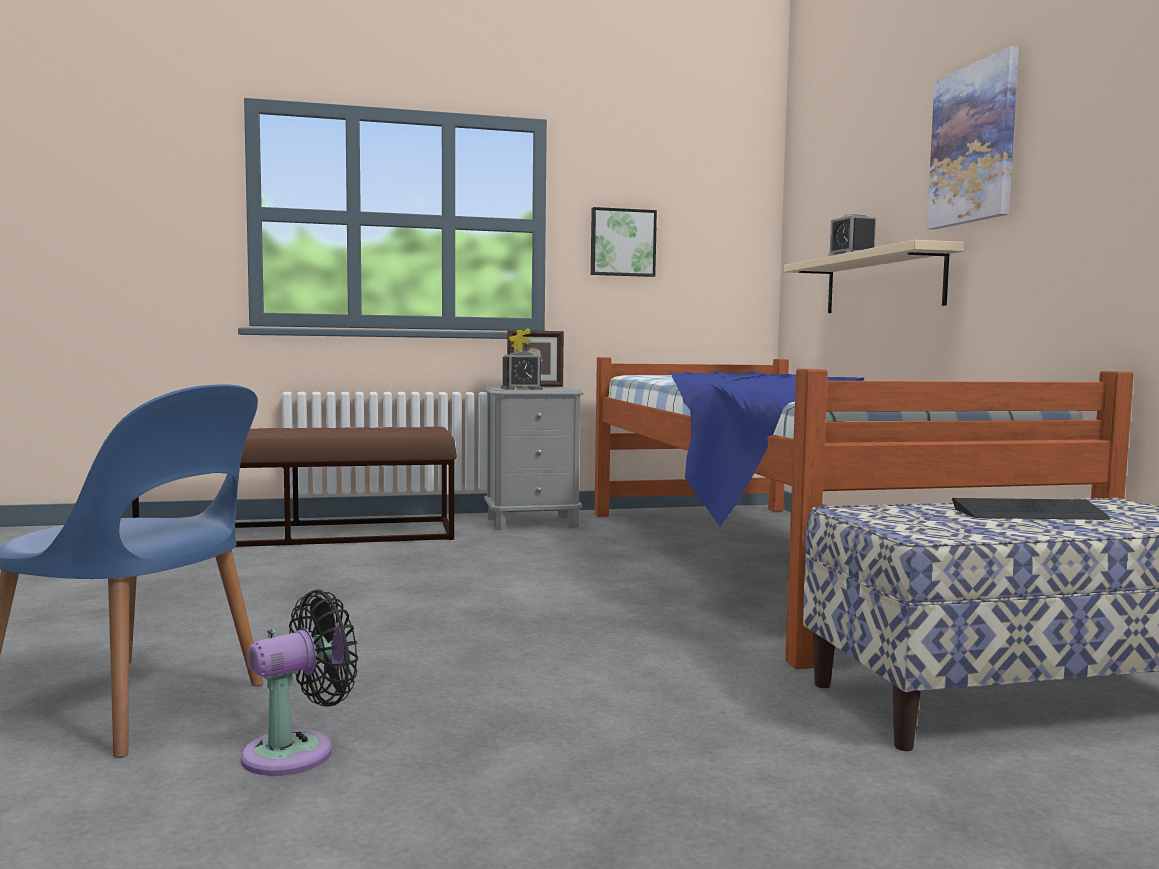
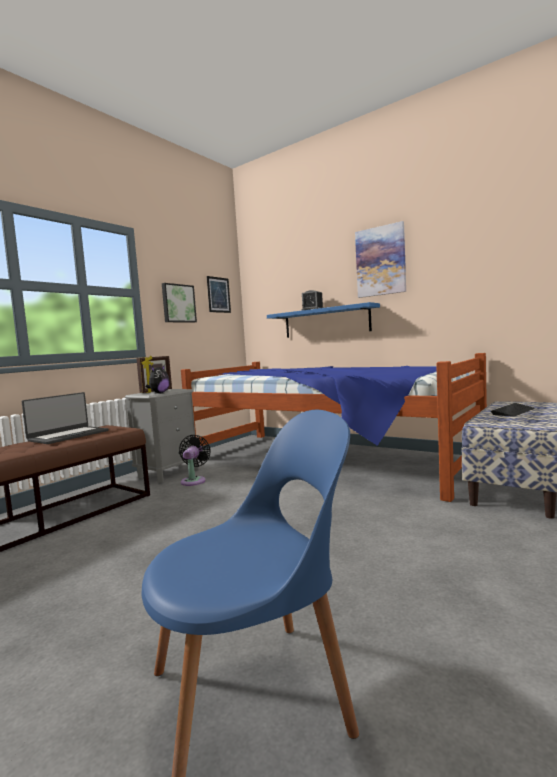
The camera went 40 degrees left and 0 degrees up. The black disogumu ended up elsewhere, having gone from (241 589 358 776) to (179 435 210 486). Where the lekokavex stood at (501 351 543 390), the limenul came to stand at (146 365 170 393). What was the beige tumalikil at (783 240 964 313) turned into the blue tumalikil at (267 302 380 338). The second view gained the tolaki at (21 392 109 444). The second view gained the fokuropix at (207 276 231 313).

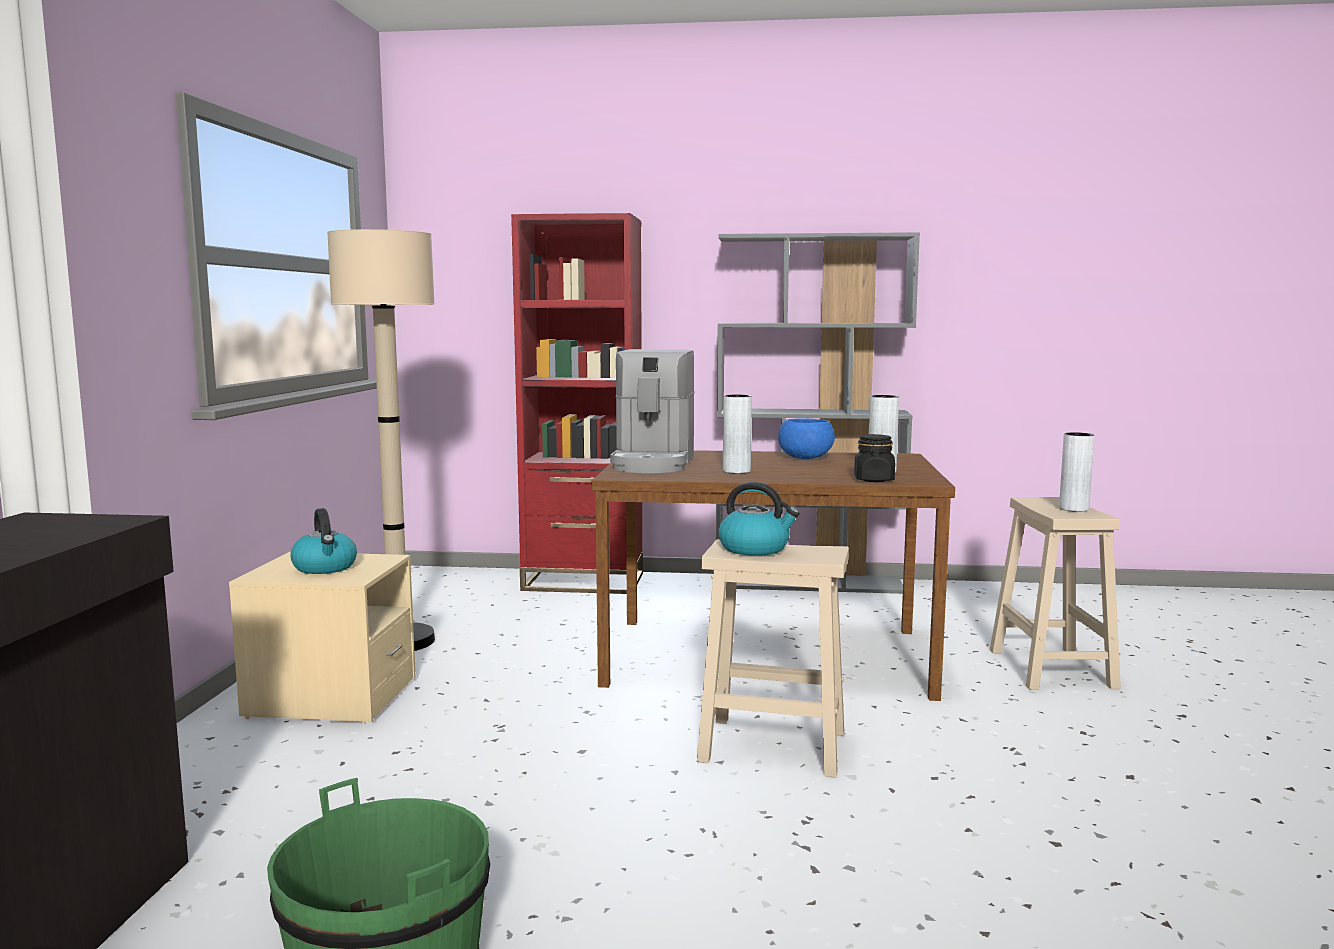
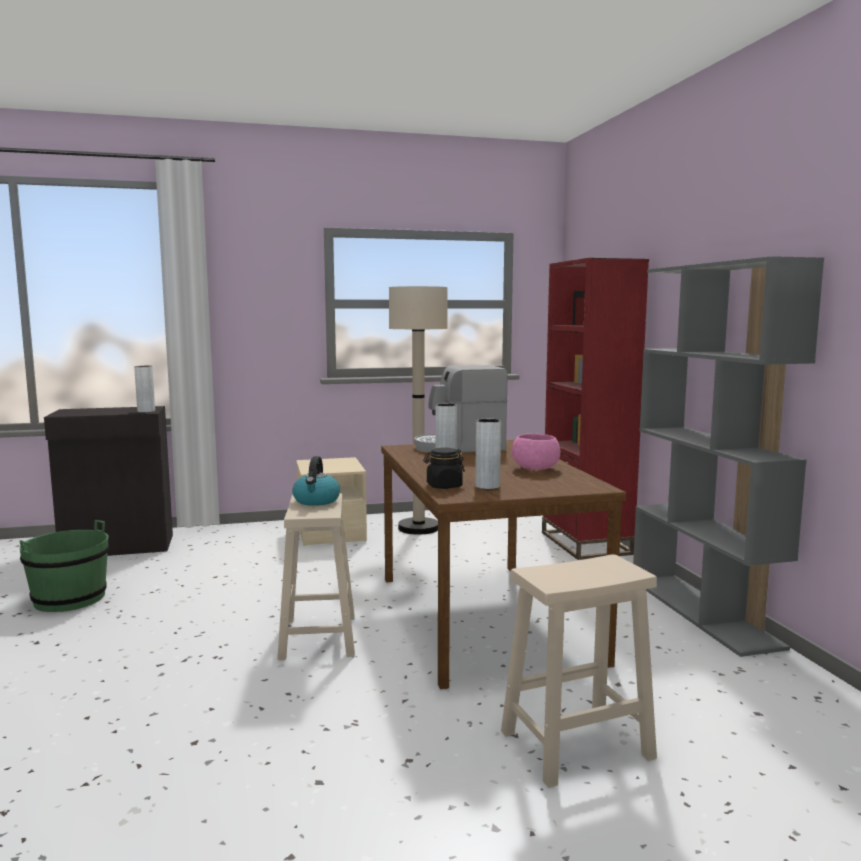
The camera went 70 degrees right and 0 degrees up. The second view lost the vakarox at (290 508 357 574). What was the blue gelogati at (778 418 835 459) turned into the pink gelogati at (512 433 561 470). The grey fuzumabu ended up elsewhere, having gone from (1059 432 1094 512) to (134 366 155 413).

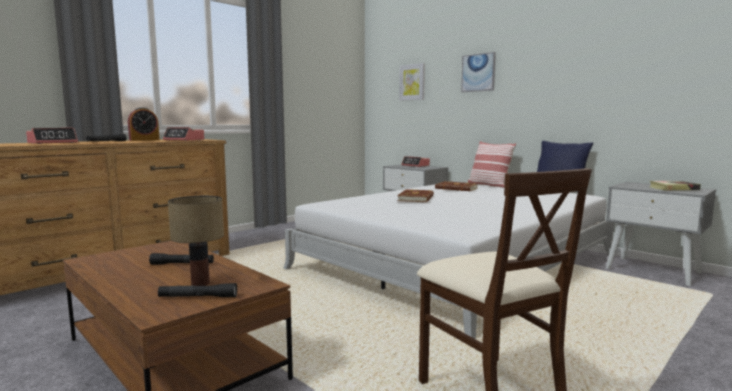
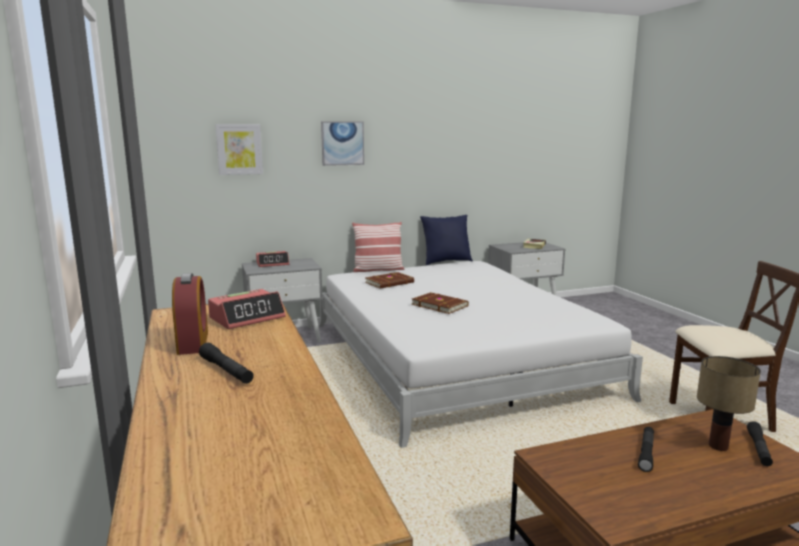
The camera went 65 degrees left and 5 degrees up. The second view lost the lekokavex at (26 128 78 144).

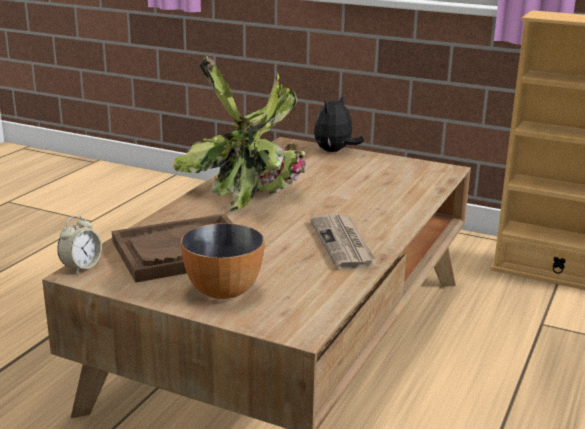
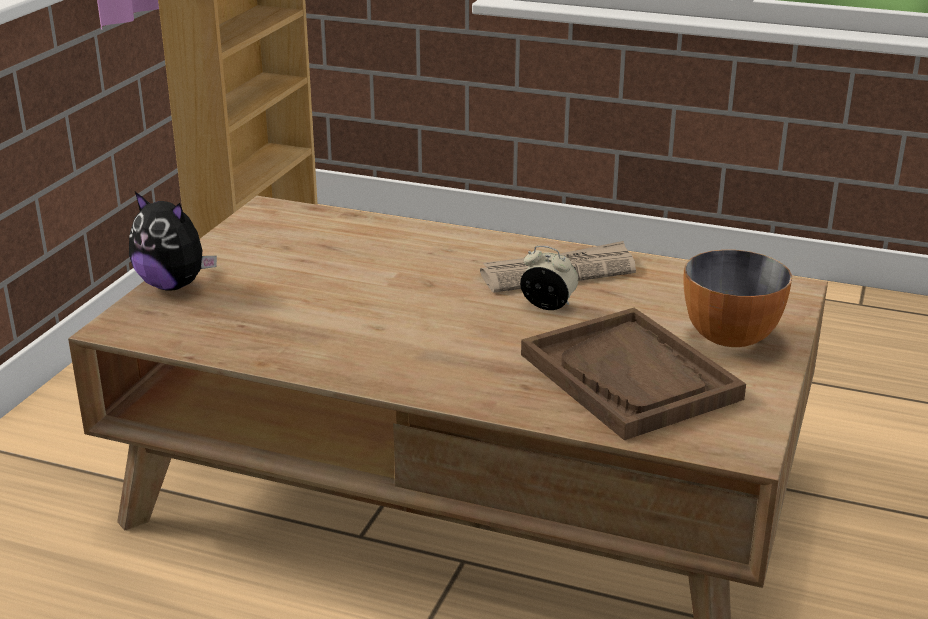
The camera went 95 degrees left and 5 degrees up. The lekokavex ended up elsewhere, having gone from (57 215 102 274) to (520 246 578 310). The second view lost the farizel at (173 56 306 211).

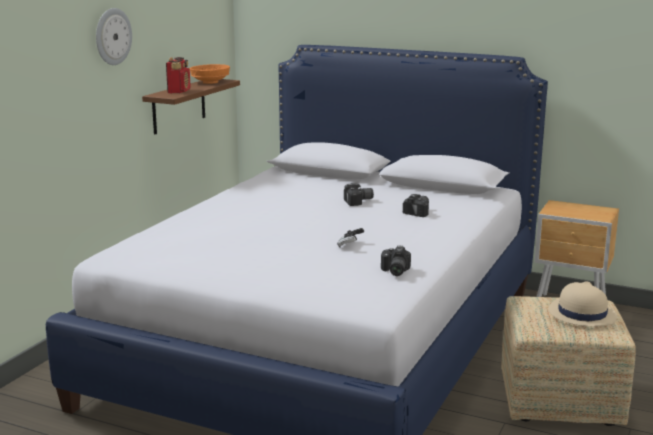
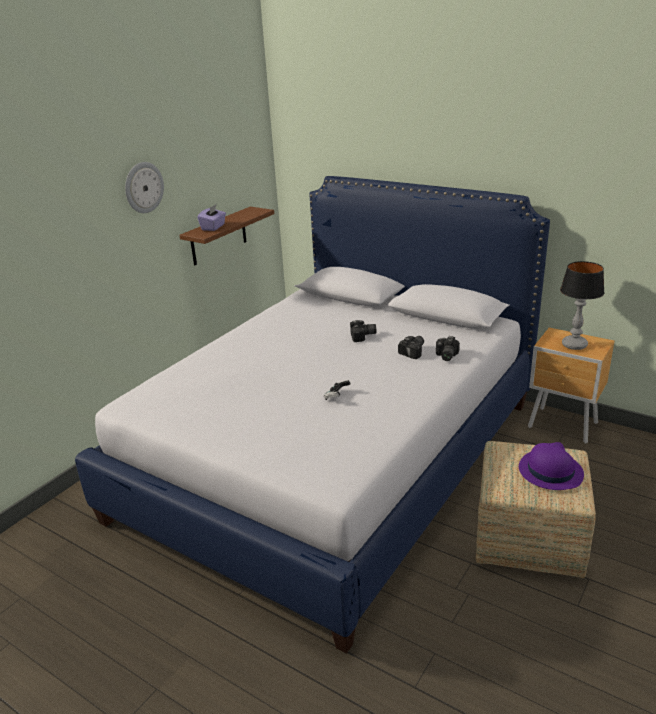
The camera went 10 degrees right and 10 degrees up. Where the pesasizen stood at (166 57 191 93), the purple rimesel came to stand at (197 205 226 231). The second view lost the orange gelogati at (190 64 230 84). The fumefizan ended up elsewhere, having gone from (381 246 411 276) to (436 336 460 361). What was the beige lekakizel at (549 281 617 326) turned into the purple lekakizel at (519 442 584 490). The second view gained the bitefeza at (560 261 605 350).

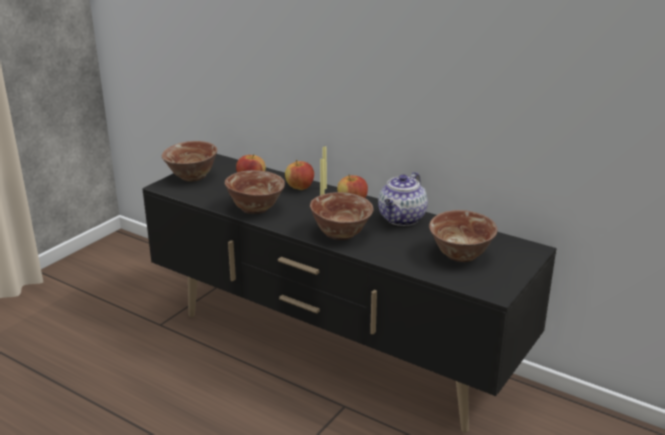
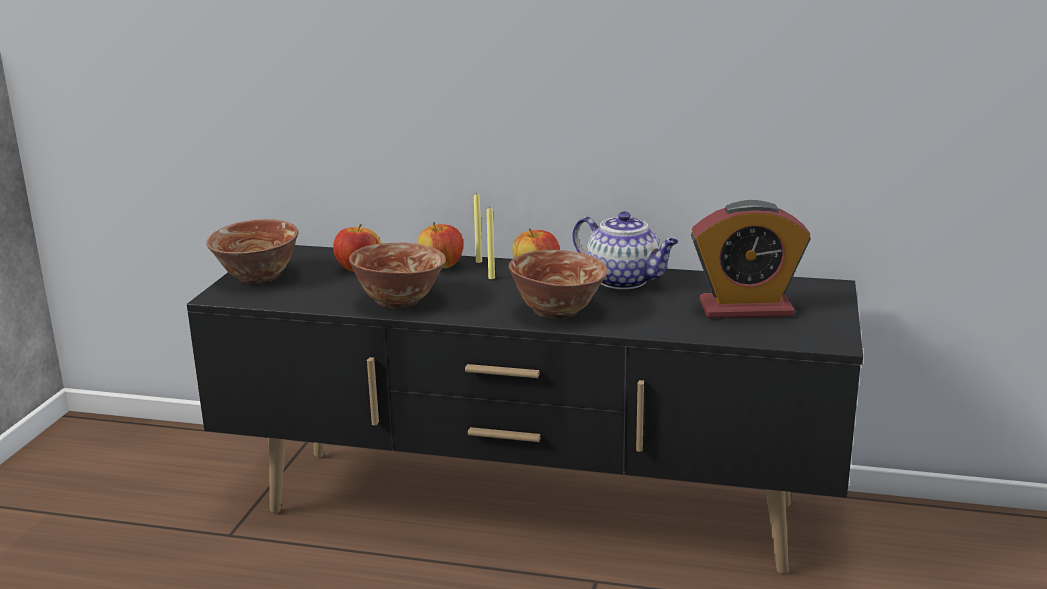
The camera went 20 degrees left and 5 degrees down. The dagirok at (378 172 428 226) ended up facing another way, 60 degrees counterclockwise from before. Where the gelogati stood at (429 210 498 262), the lekokavex came to stand at (691 200 811 318).

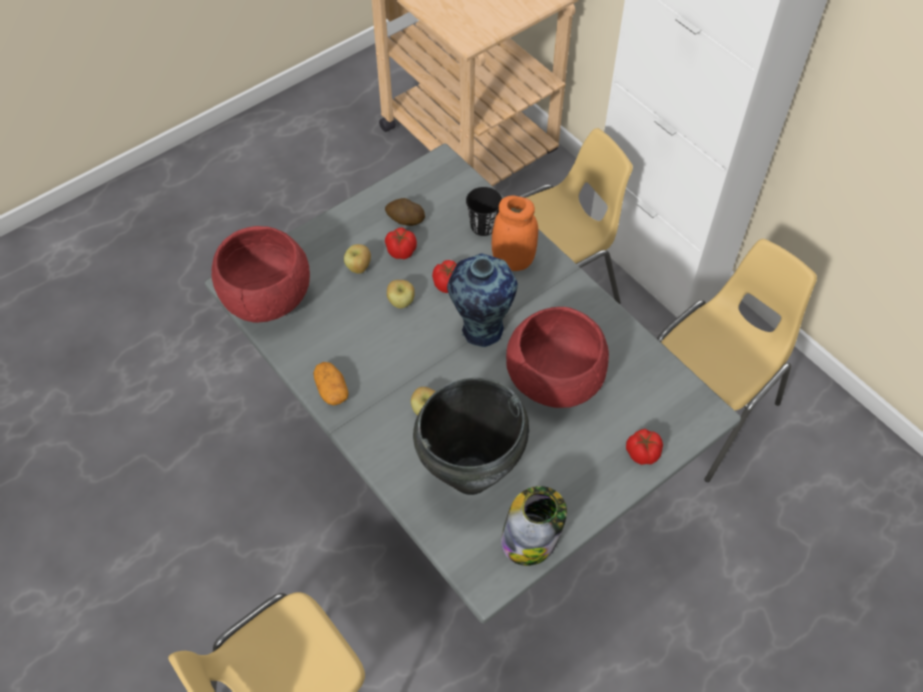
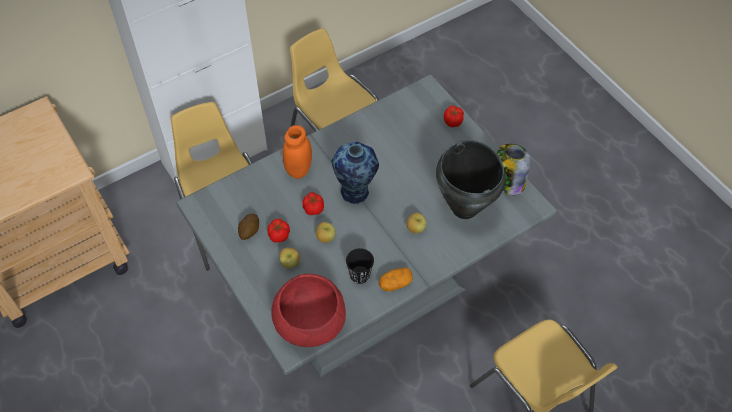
The camera went 85 degrees left and 0 degrees up. The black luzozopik ended up elsewhere, having gone from (466 187 502 236) to (346 248 374 284). The second view lost the red gelogati at (506 307 609 408).

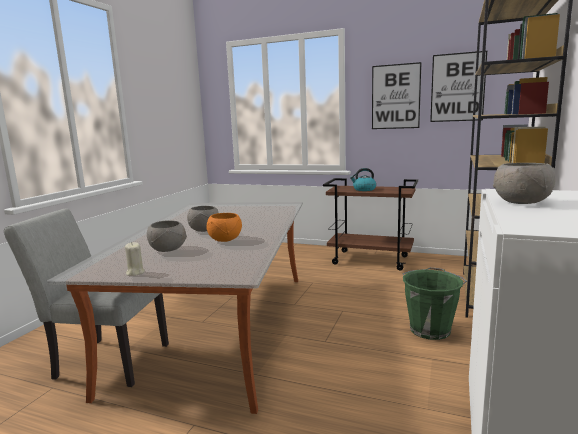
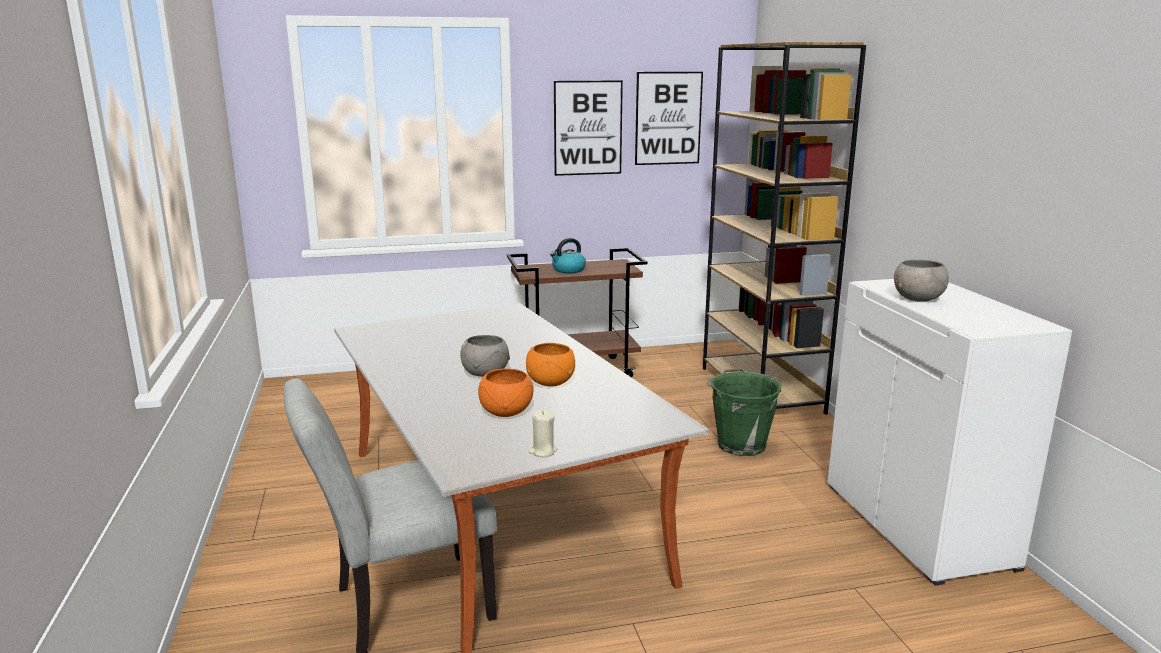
The camera went 35 degrees left and 5 degrees up. What was the grey gelogati at (147 220 187 252) turned into the orange gelogati at (478 368 534 417).

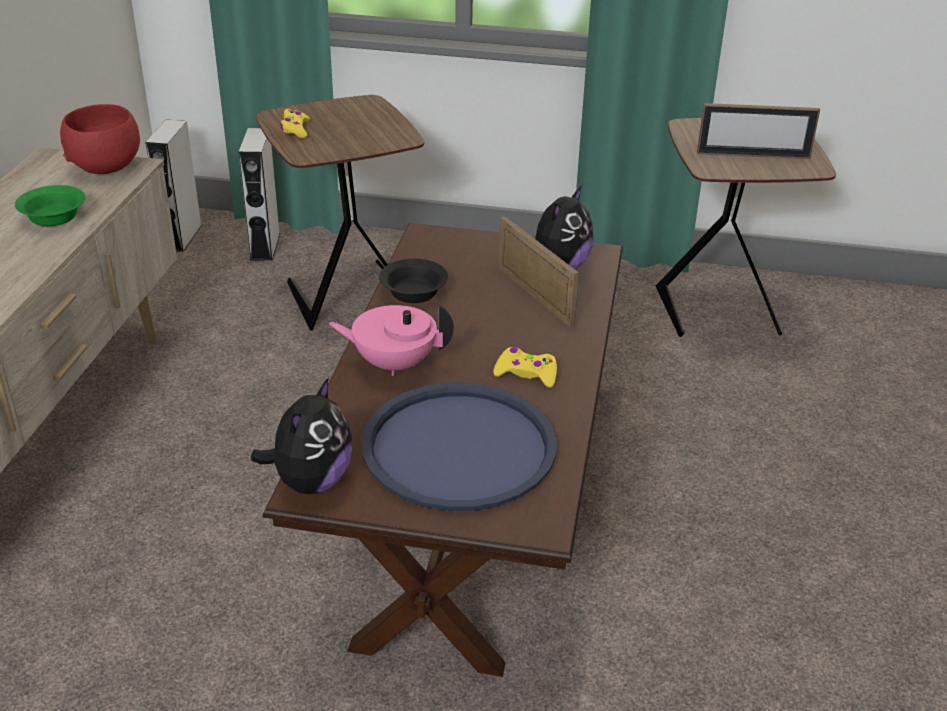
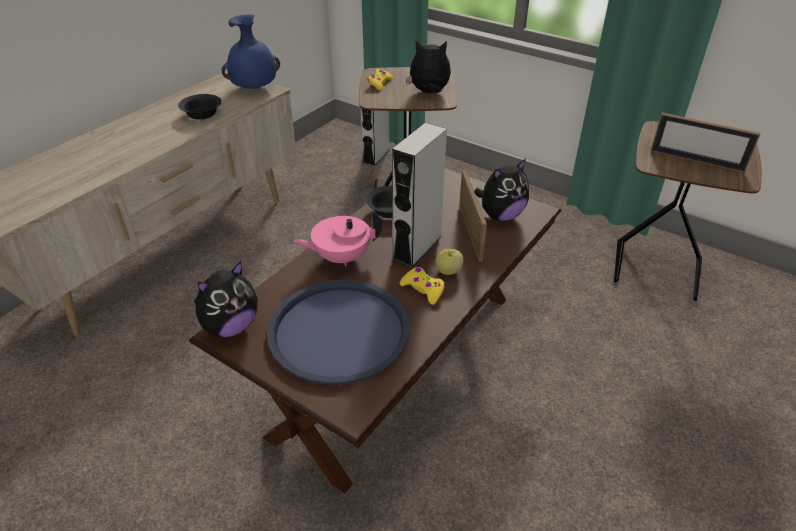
The camera went 25 degrees right and 5 degrees up. What was the green gelogati at (15 185 85 226) turned into the black gelogati at (178 94 221 120). Where the red gelogati stood at (60 104 140 174), the blue fuzumabu came to stand at (222 14 280 89). The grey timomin ended up elsewhere, having gone from (145 119 202 252) to (392 123 447 267). The pink dagirok at (328 304 454 376) ended up facing another way, 45 degrees counterclockwise from before. The second view gained the limenul at (406 41 451 93). The second view gained the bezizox at (435 249 464 275).

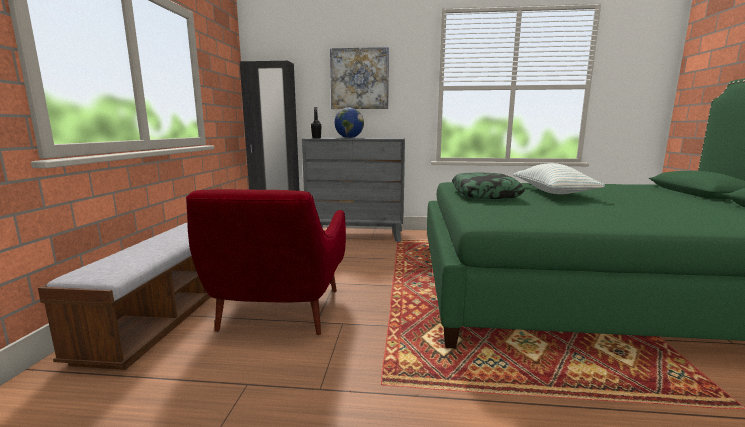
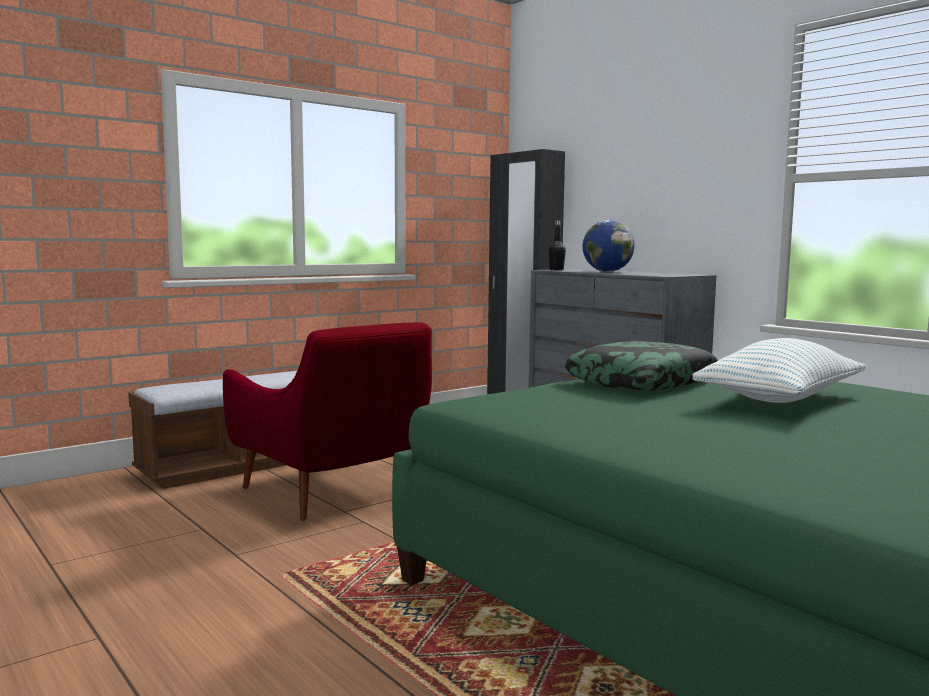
The camera went 45 degrees right and 5 degrees down. The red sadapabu at (186 189 346 335) ended up facing another way, 90 degrees counterclockwise from before. The second view lost the fokuropix at (330 47 389 109).

